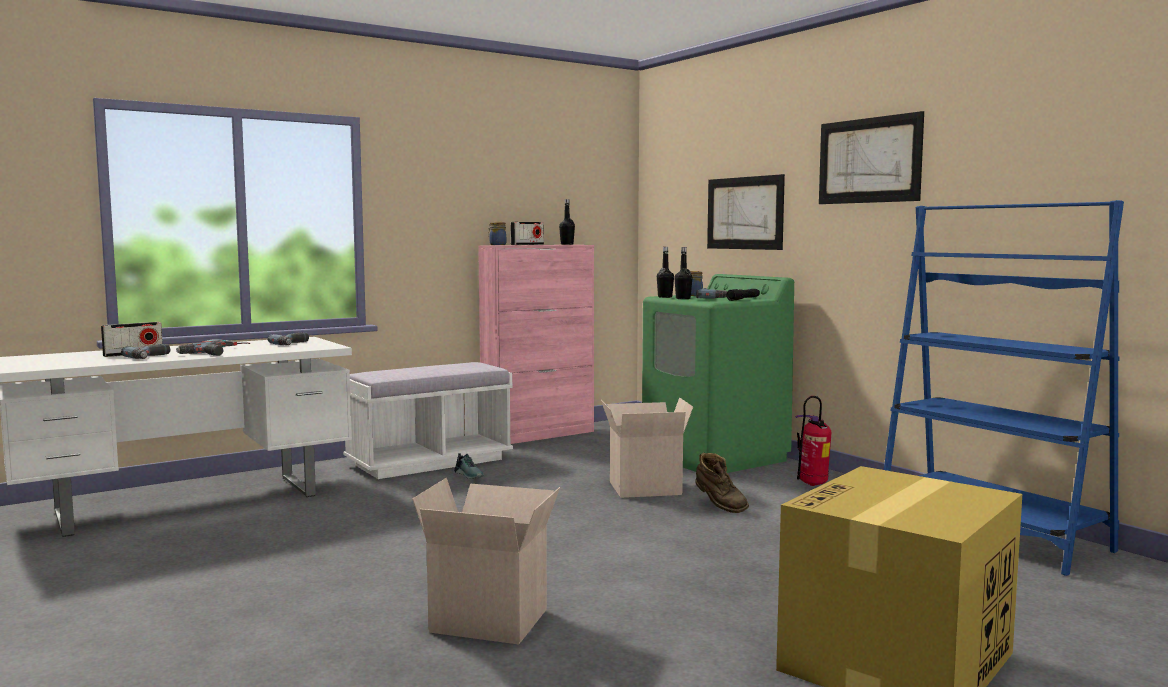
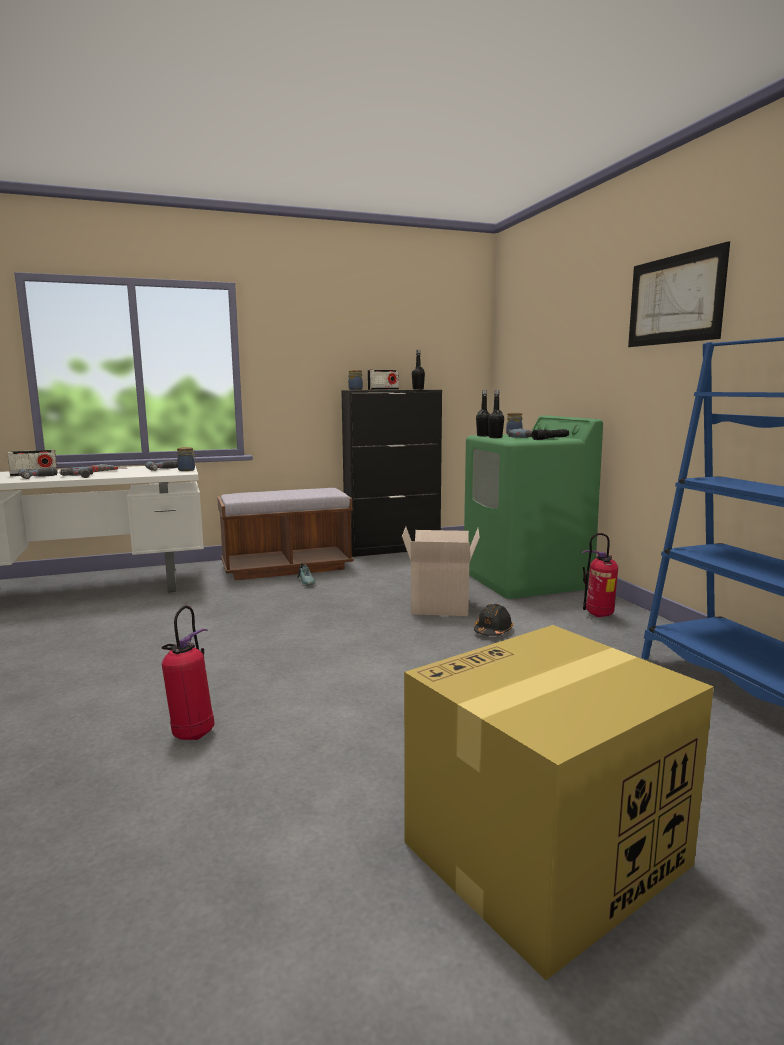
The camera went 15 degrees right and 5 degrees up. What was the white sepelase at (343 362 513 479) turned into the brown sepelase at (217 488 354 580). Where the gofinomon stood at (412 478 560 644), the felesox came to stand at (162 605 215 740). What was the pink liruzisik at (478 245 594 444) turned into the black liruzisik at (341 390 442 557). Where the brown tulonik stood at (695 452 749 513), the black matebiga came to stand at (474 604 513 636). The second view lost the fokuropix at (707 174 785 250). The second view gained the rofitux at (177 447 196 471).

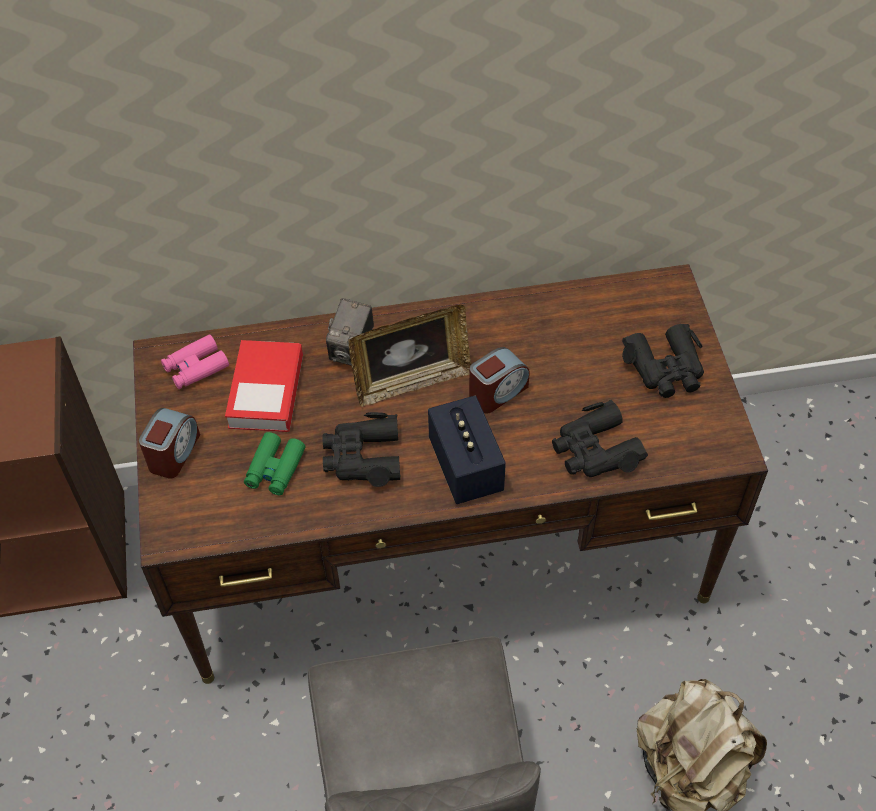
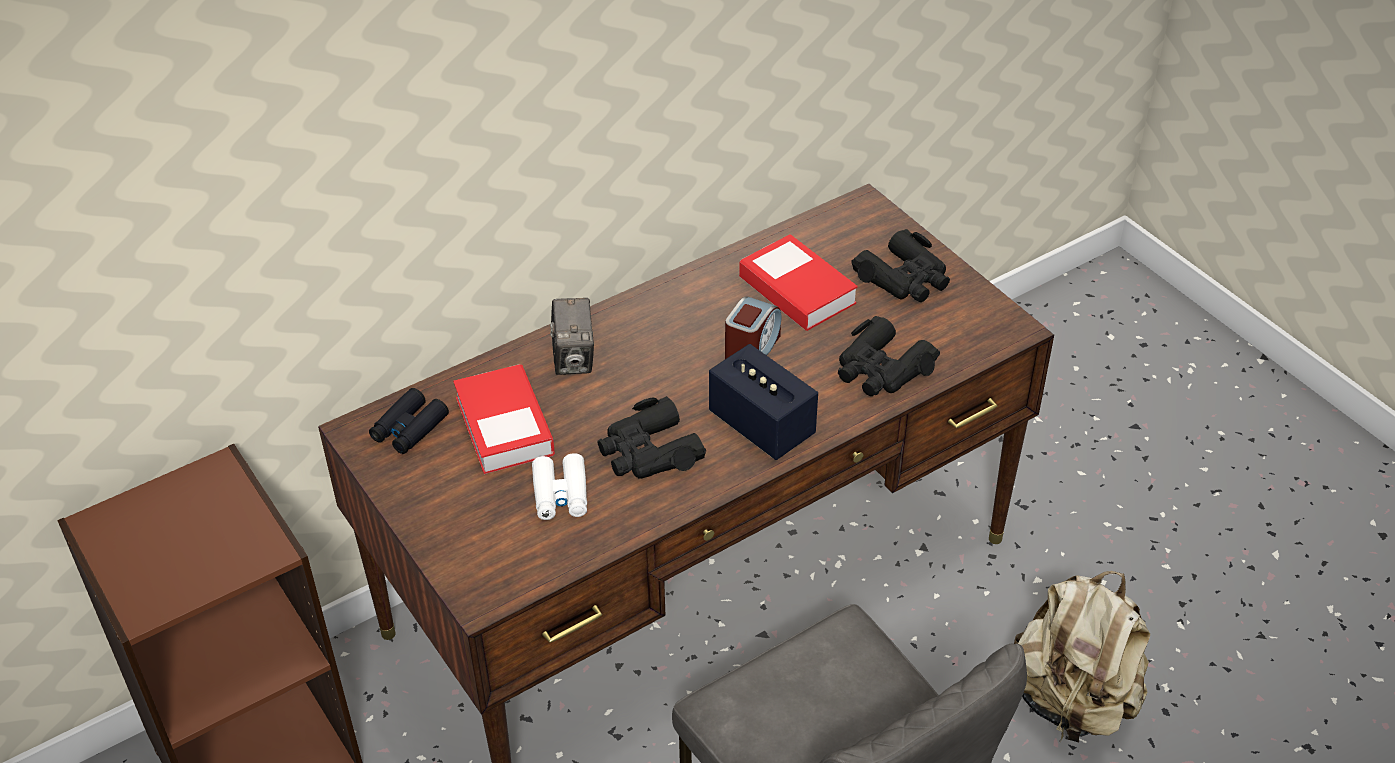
The camera went 25 degrees left and 10 degrees down. The second view lost the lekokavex at (139 408 200 479). What was the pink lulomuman at (161 334 229 389) turned into the black lulomuman at (369 388 449 454). What was the green lulomuman at (244 432 305 495) turned into the white lulomuman at (532 453 587 520). The second view lost the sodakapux at (349 305 471 407). The second view gained the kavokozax at (739 234 858 331).

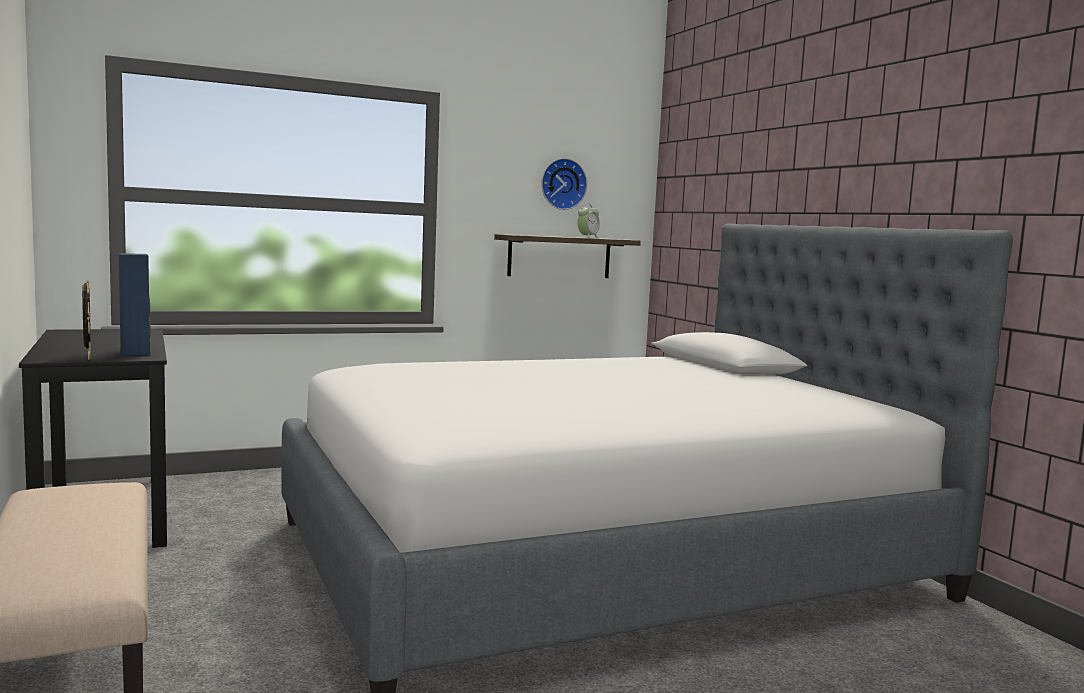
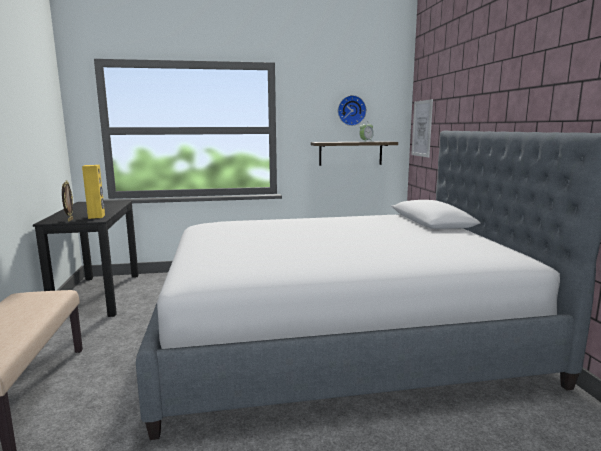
The camera went 15 degrees right and 5 degrees up. What was the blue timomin at (119 253 151 356) turned into the yellow timomin at (82 165 105 219). The second view gained the fokuropix at (411 99 433 157).

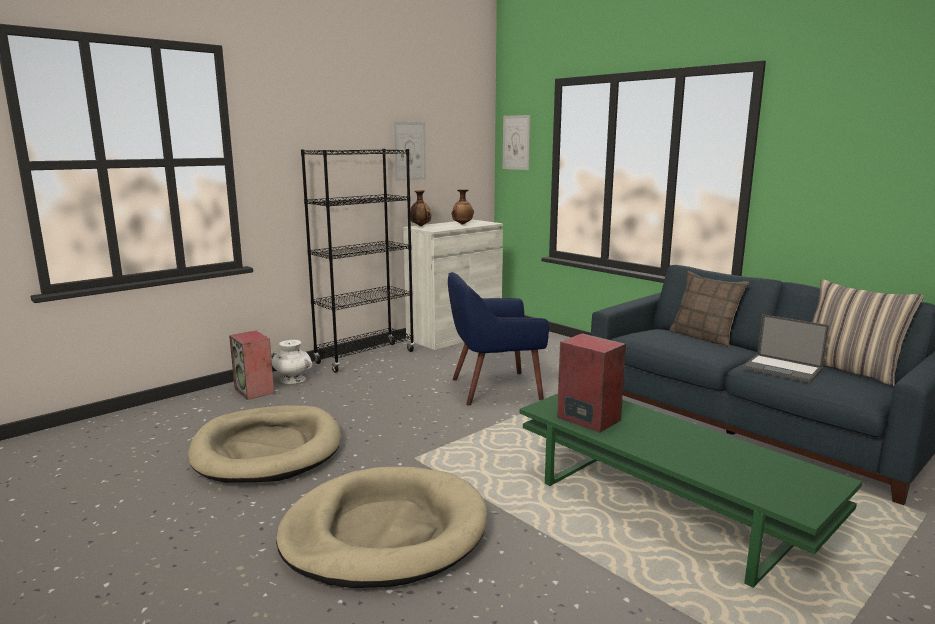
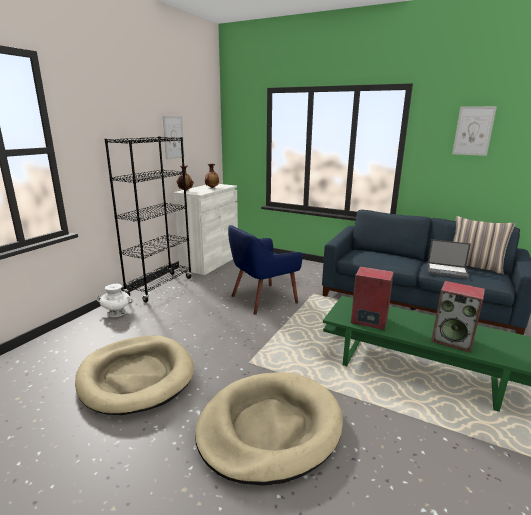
The camera went 20 degrees left and 5 degrees up. The timomin ended up elsewhere, having gone from (229 331 274 400) to (431 281 485 353). The fokuropix ended up elsewhere, having gone from (503 115 530 170) to (452 106 497 156). The second view lost the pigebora at (669 271 749 347).

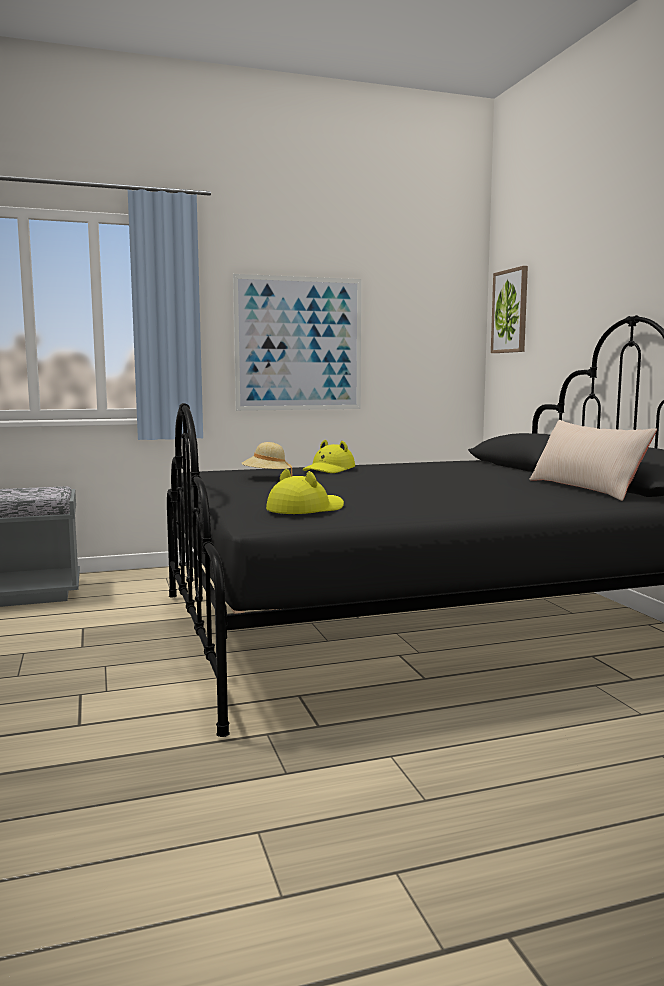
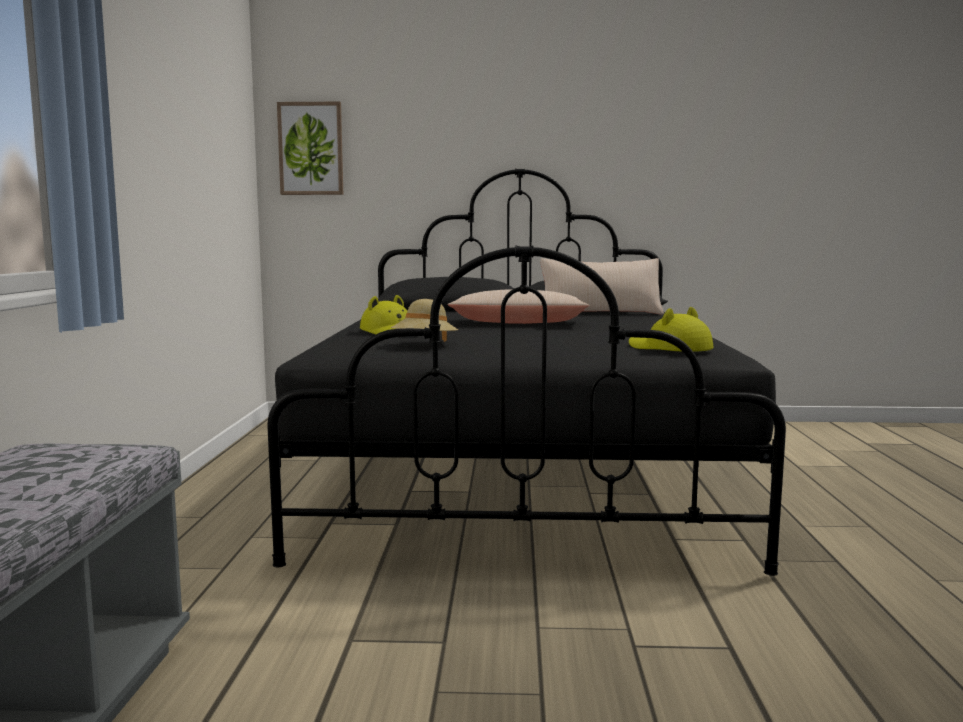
The camera went 70 degrees left and 0 degrees up. The second view lost the fokuropix at (233 274 361 411). The second view gained the beige pigebora at (448 289 589 324).

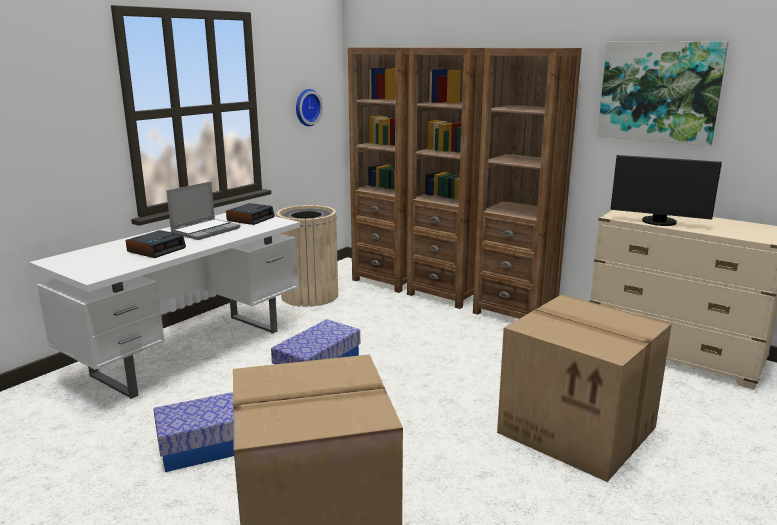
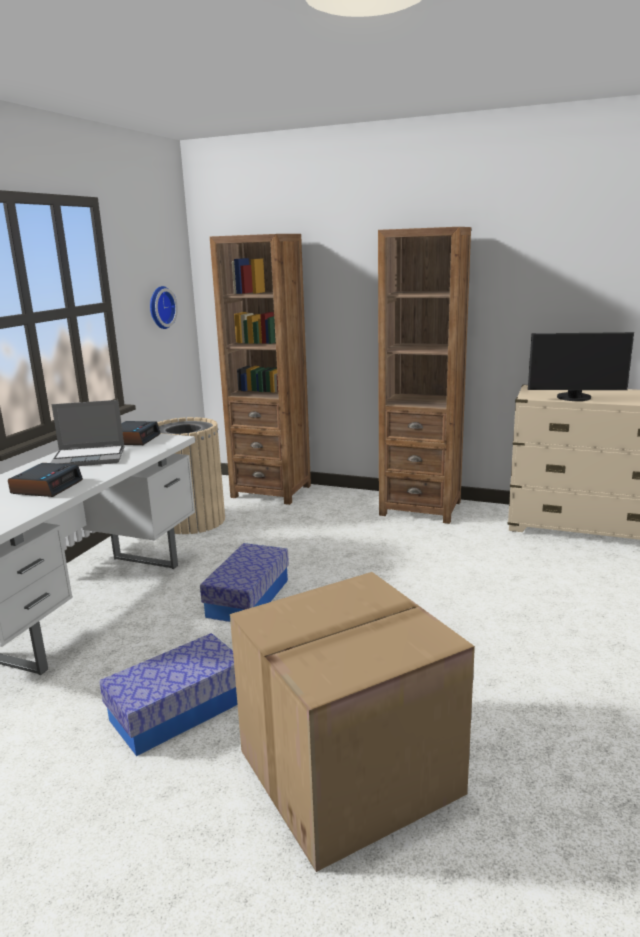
The camera went 15 degrees left and 0 degrees up. The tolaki at (166 181 240 240) ended up facing another way, 60 degrees clockwise from before. The second view lost the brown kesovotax at (407 48 485 309). The second view lost the gofinomon at (497 294 672 482). The second view lost the fokuropix at (597 41 729 146).

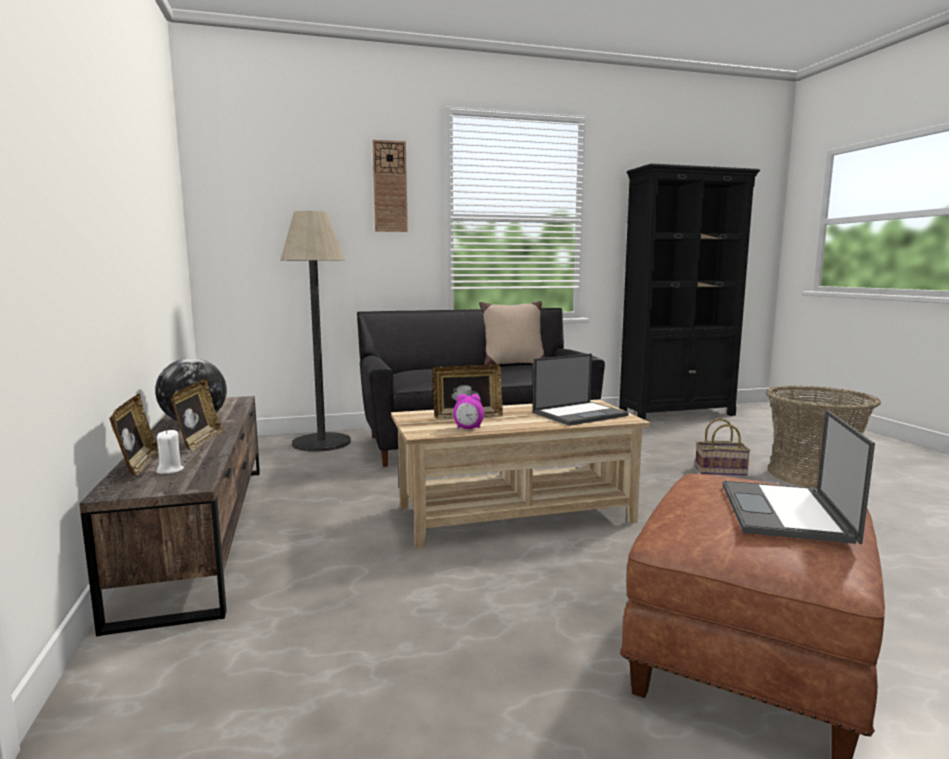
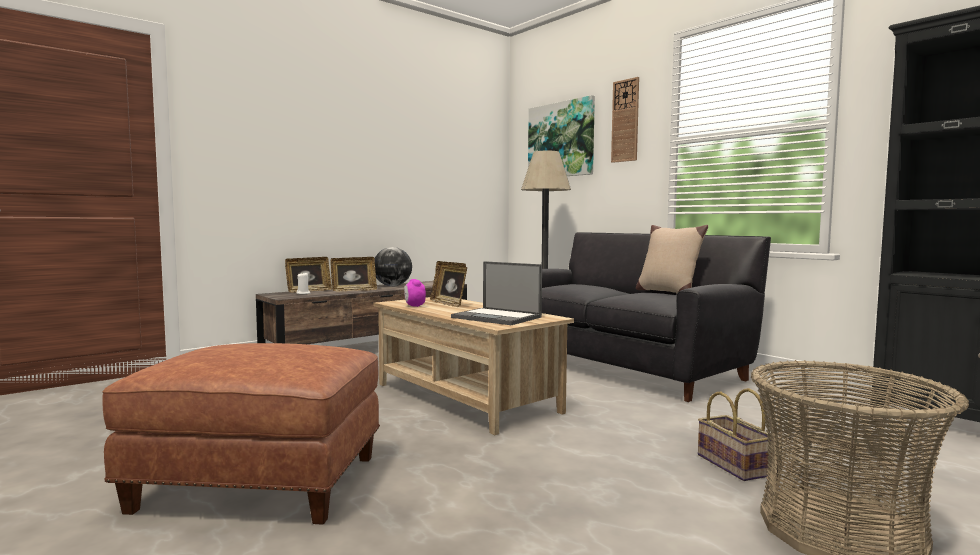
The camera went 65 degrees right and 5 degrees down. The second view lost the tolaki at (723 410 875 544). The second view gained the fokuropix at (528 95 595 176).

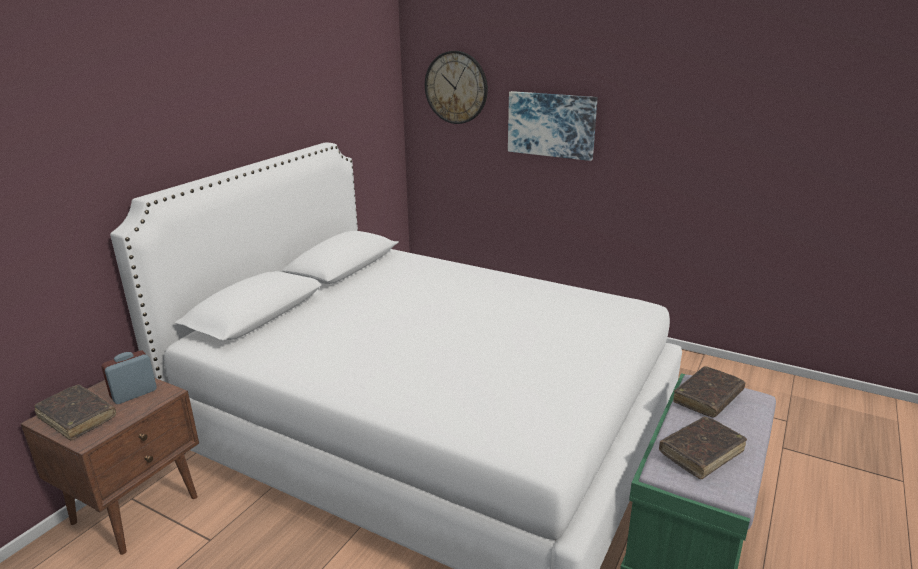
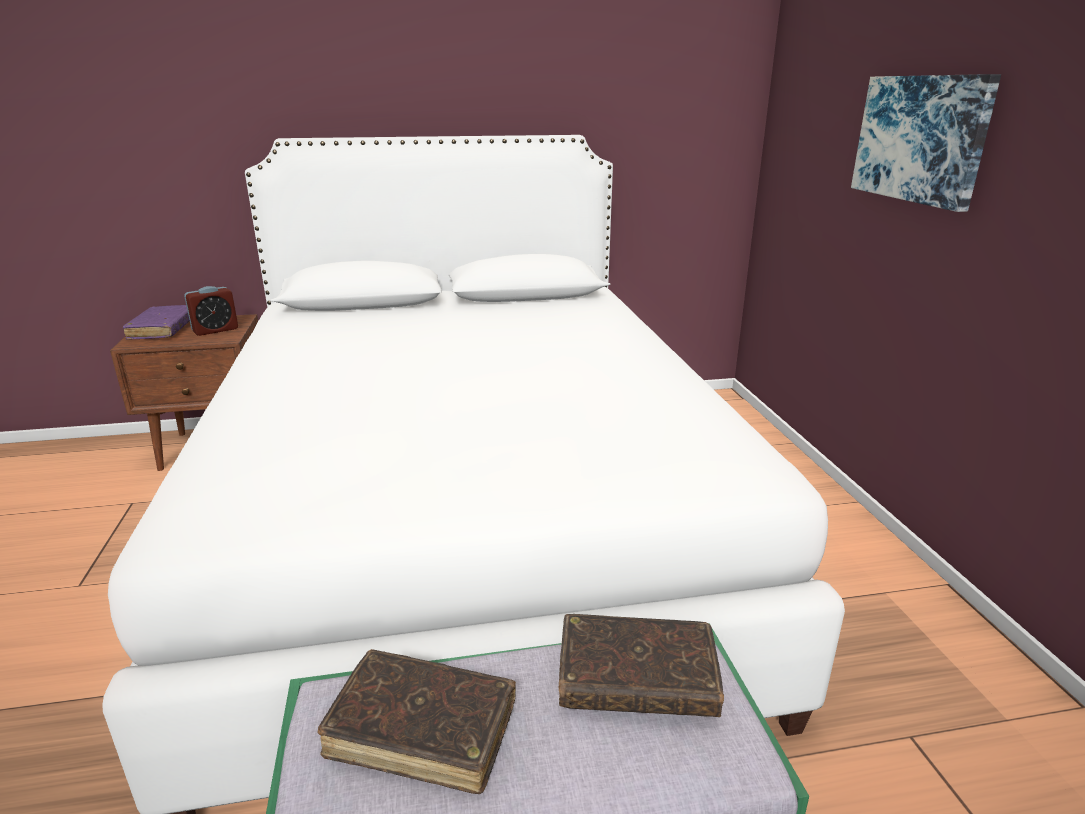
The camera went 50 degrees right and 0 degrees up. What was the brown kavokozax at (34 385 116 440) turned into the purple kavokozax at (123 305 190 340). The lekokavex at (101 351 157 404) ended up facing another way, 135 degrees clockwise from before. The second view lost the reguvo at (425 51 488 124).

